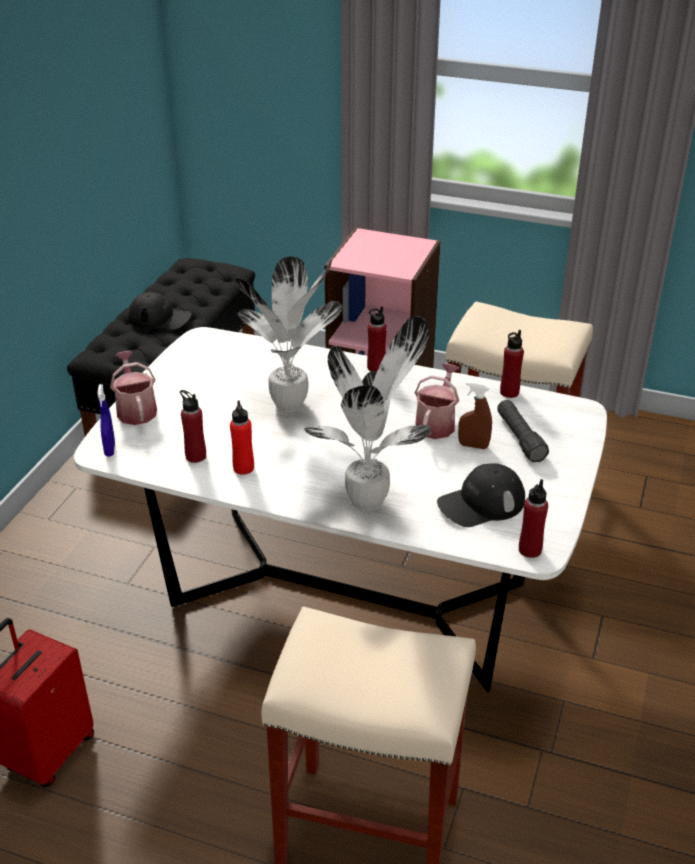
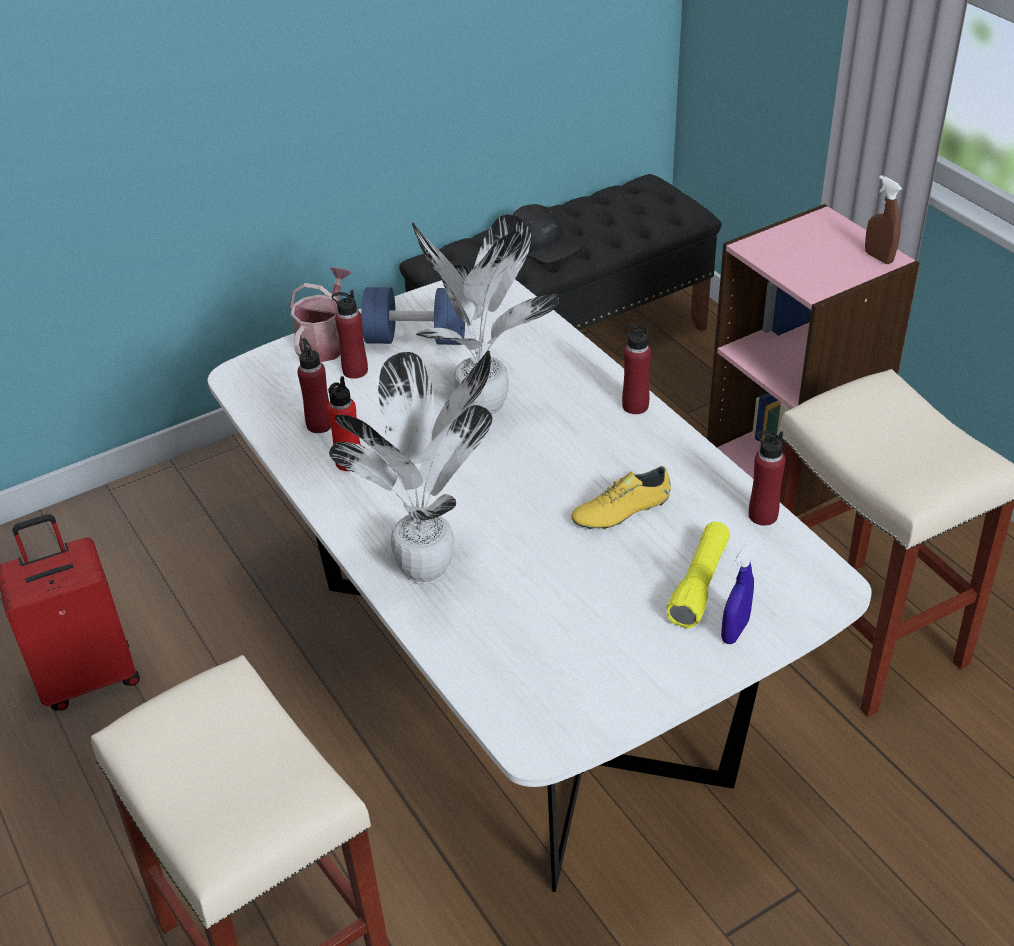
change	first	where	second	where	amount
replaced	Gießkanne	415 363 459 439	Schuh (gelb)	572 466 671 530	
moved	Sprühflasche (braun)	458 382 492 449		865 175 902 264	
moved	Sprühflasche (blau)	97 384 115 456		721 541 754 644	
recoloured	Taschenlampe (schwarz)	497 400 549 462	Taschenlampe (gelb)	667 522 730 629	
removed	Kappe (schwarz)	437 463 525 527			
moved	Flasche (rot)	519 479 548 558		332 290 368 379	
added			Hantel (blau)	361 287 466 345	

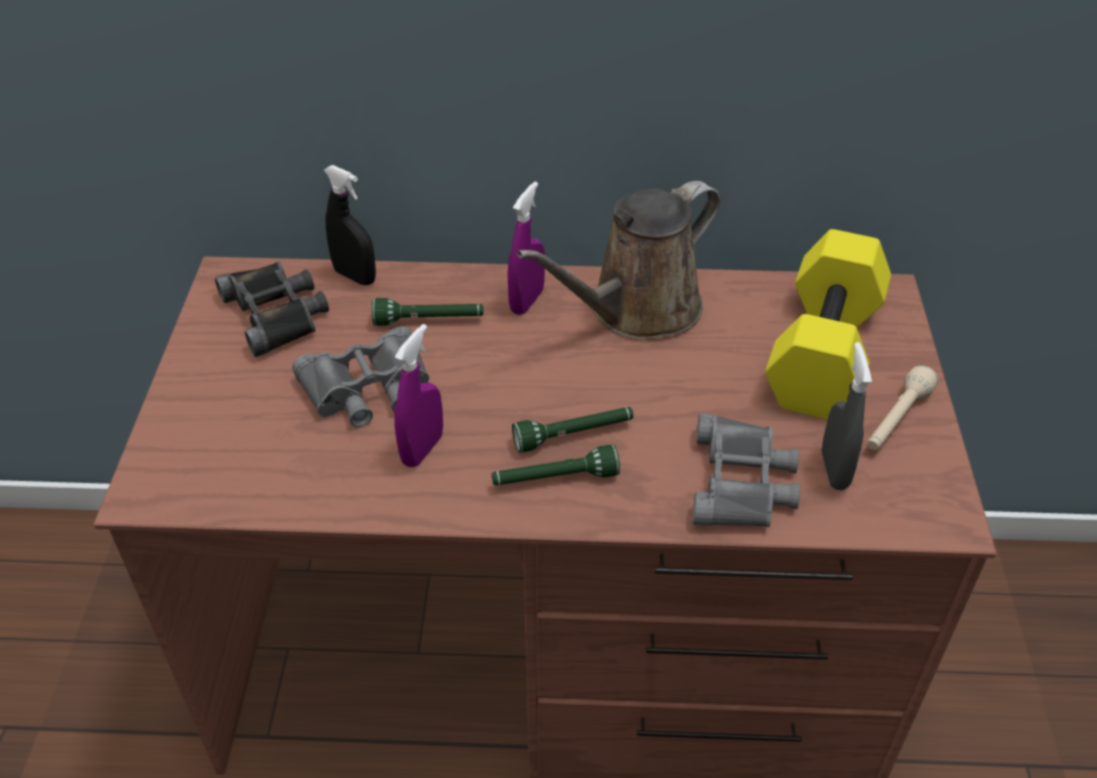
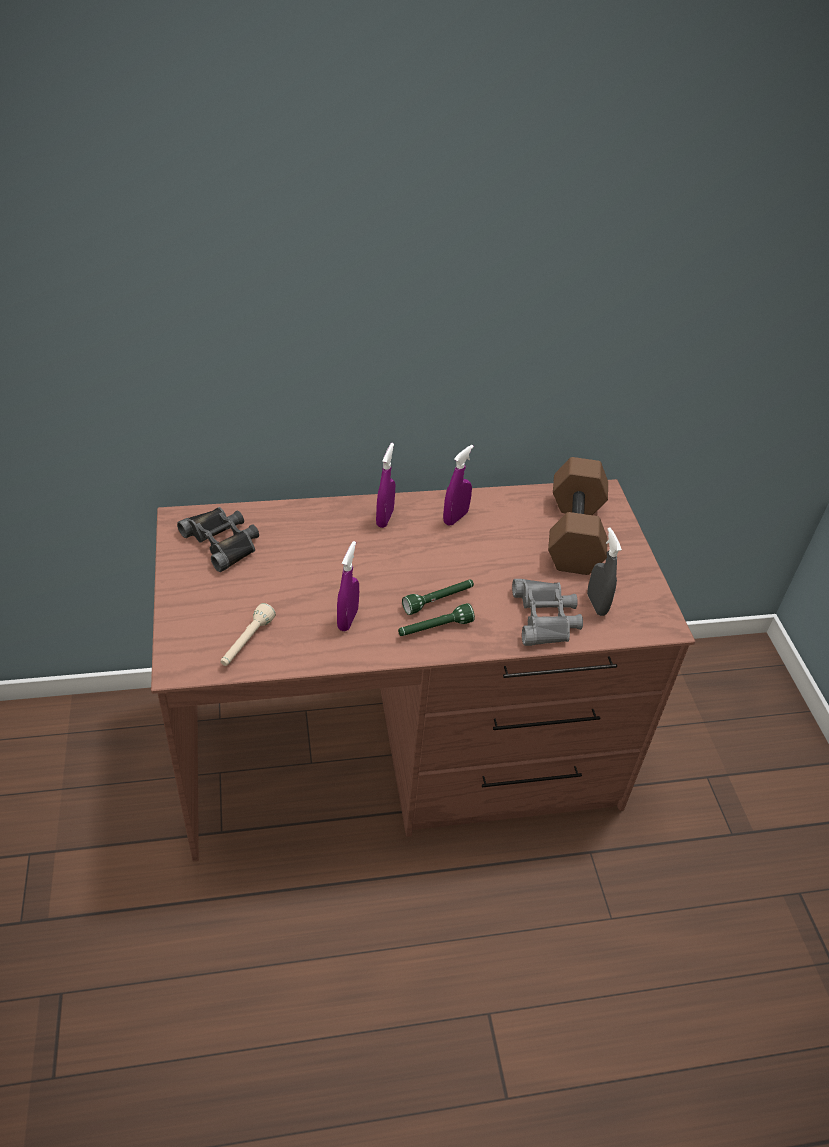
change	first	where	second	where	amount
removed	Sprühflasche (schwarz)	324 165 376 285			
replaced	Gießkanne (braun)	517 181 720 340	Sprühflasche (lila)	443 445 474 526	
recoloured	Hantel (gelb)	765 229 891 420	Hantel (braun)	548 457 608 575	
removed	Taschenlampe (grün)	372 298 483 326			
removed	Fernglas (grau)	292 326 429 427			
moved	Taschenlampe (beige)	867 365 938 450		221 603 276 666	

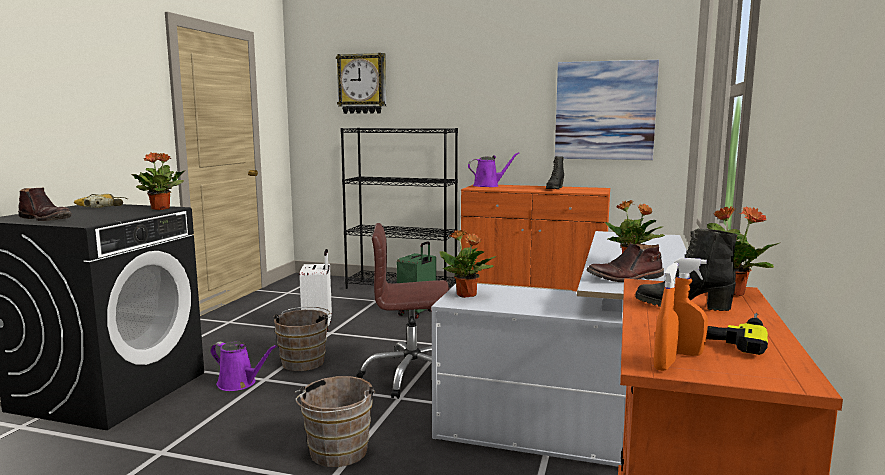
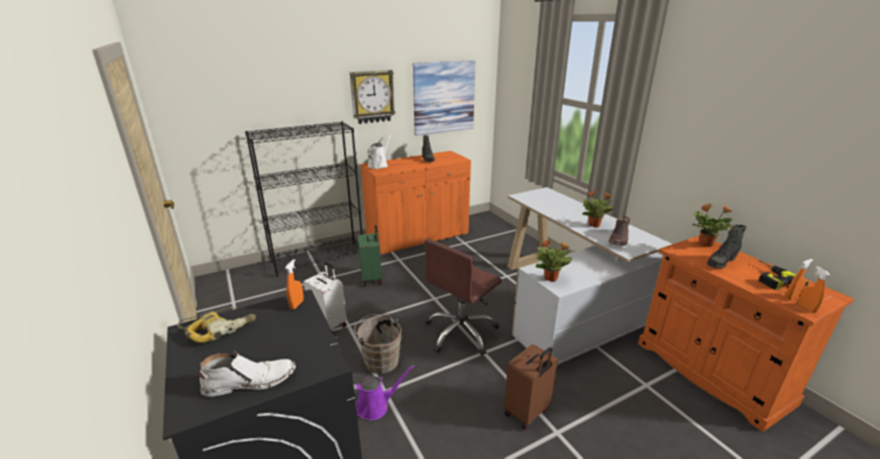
change	first	where	second	where	amount
moved	Wanduhr	336 53 386 114		350 70 396 124	
recoloured	Gießkanne (lila)	468 152 519 187	Gießkanne (weiß)	367 135 391 169	
replaced	Topfpflanze	131 153 184 210	Sprühflasche (orange)	285 259 304 310	
recoloured	Stiefel (braun)	18 188 71 221	Stiefel (weiß)	200 351 296 397	
replaced	Eimer (braun)	294 376 375 467	Koffer (braun)	504 344 558 430	

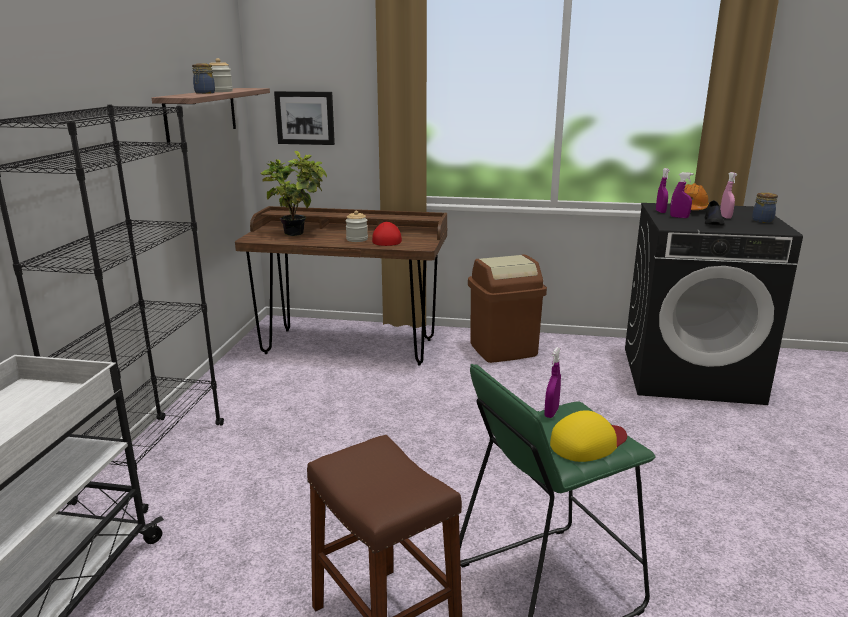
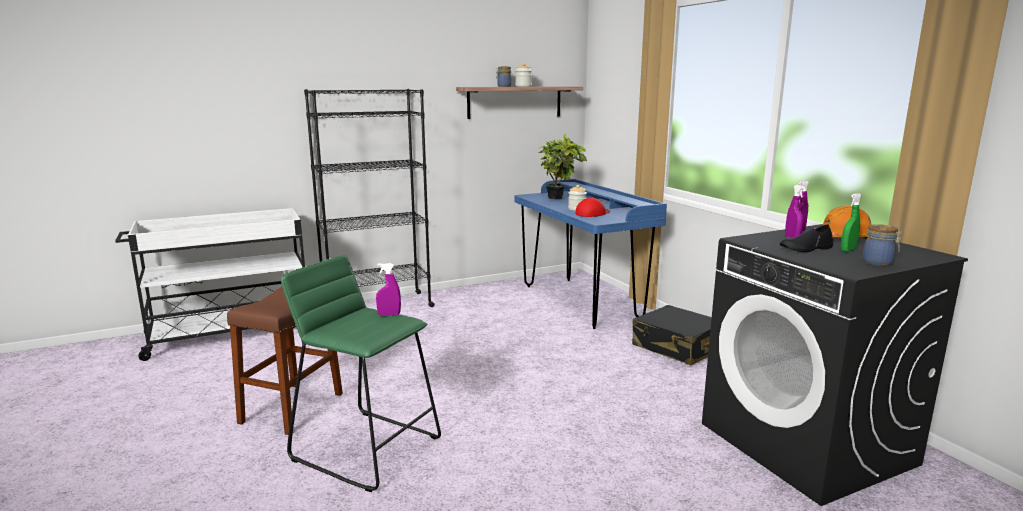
change	first	where	second	where	amount
removed	Bild	274 91 335 145			
recoloured	Sprühflasche (rosa)	720 172 737 219	Sprühflasche (grün)	841 193 862 252	
recoloured	Schreibtisch (braun)	235 206 447 366	Schreibtisch (blau)	515 179 667 329	
replaced	Mülleimer (braun)	468 255 547 363	Koffer (schwarz)	632 305 712 365	
removed	Kappe (gelb)	550 410 627 462			

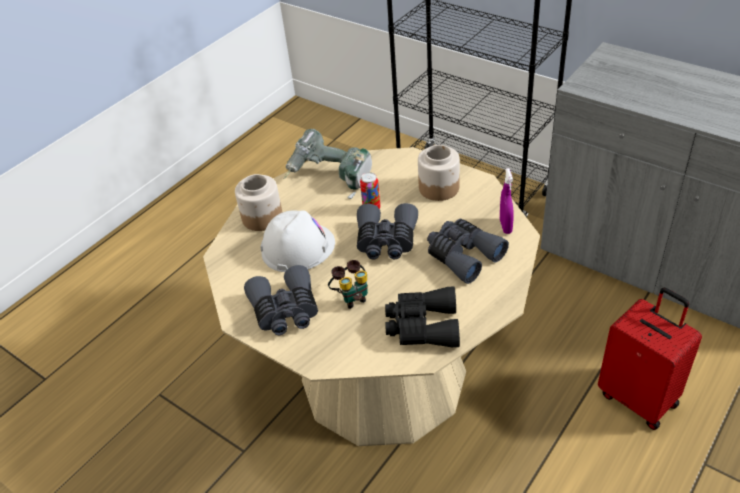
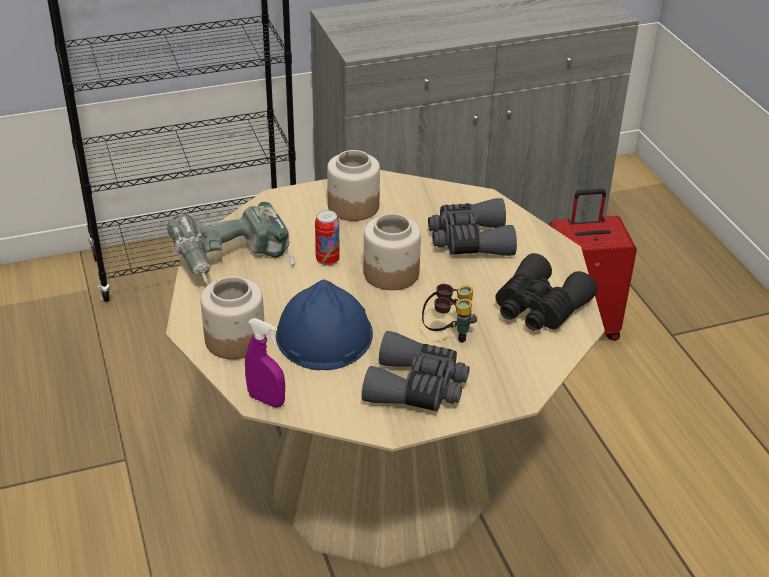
change	first	where	second	where	amount
moved	Sprühflasche (lila)	500 168 514 234		245 318 285 408	
replaced	Fernglas (grau)	357 203 418 259	Vorratsglas	364 214 421 290	
recoloured	Schutzhelm (weiß)	260 210 335 272	Schutzhelm (blau)	276 280 373 370	

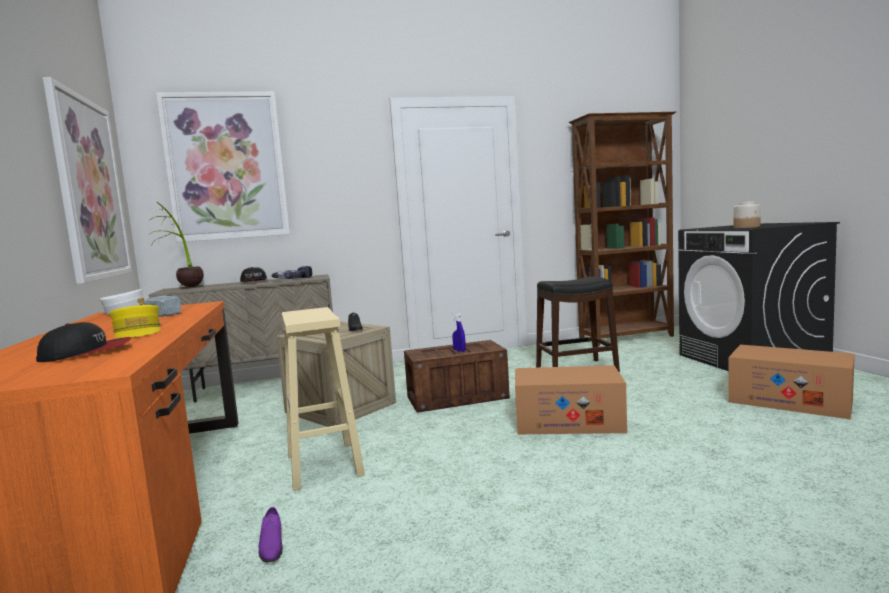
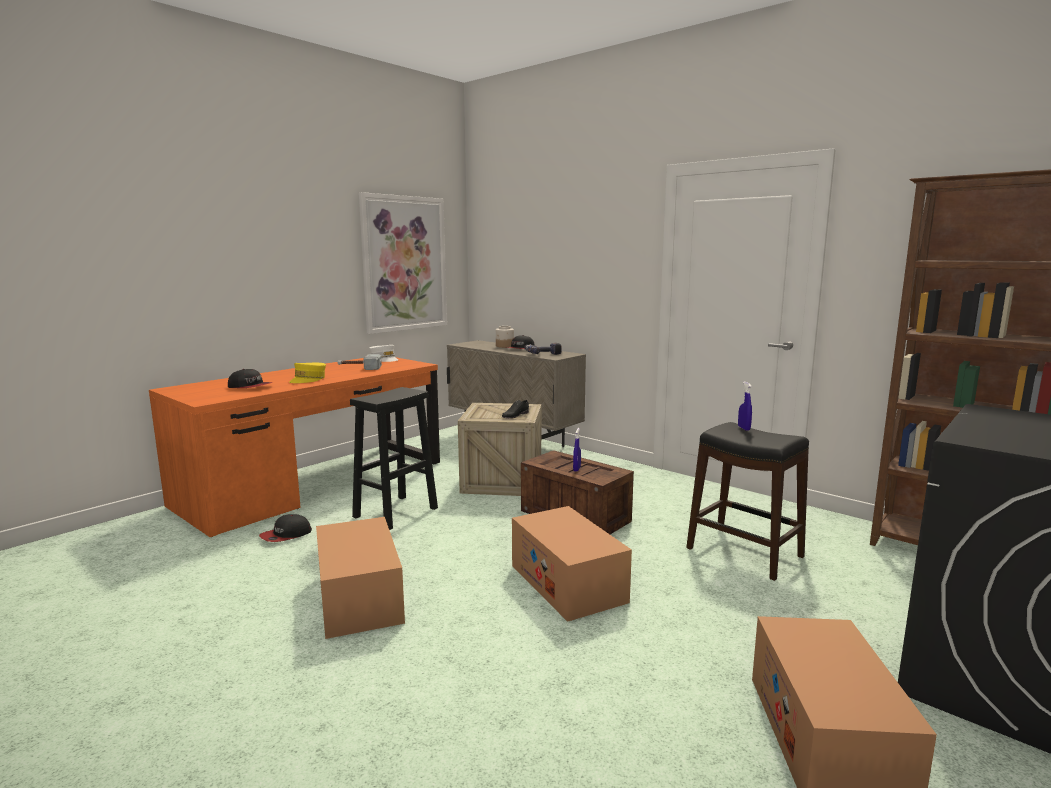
change	first	where	second	where	amount
removed	Bild	156 91 290 242			
moved	Vorratsglas	734 201 761 228		496 326 514 348	
removed	Topfpflanze	148 202 204 289			
recoloured	Hocker (beige)	282 307 365 491	Hocker (schwarz)	350 387 438 530	
replaced	Schuh (lila)	258 507 283 563	Kappe	259 514 312 542	
added			Sprühflasche (blau)	738 381 752 431	
added			Karton	316 517 405 639	

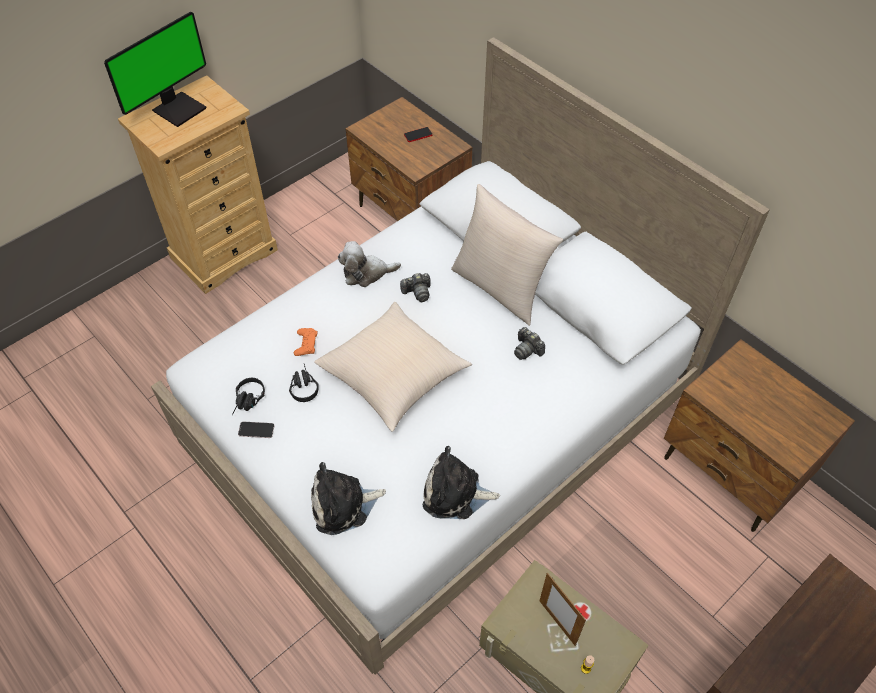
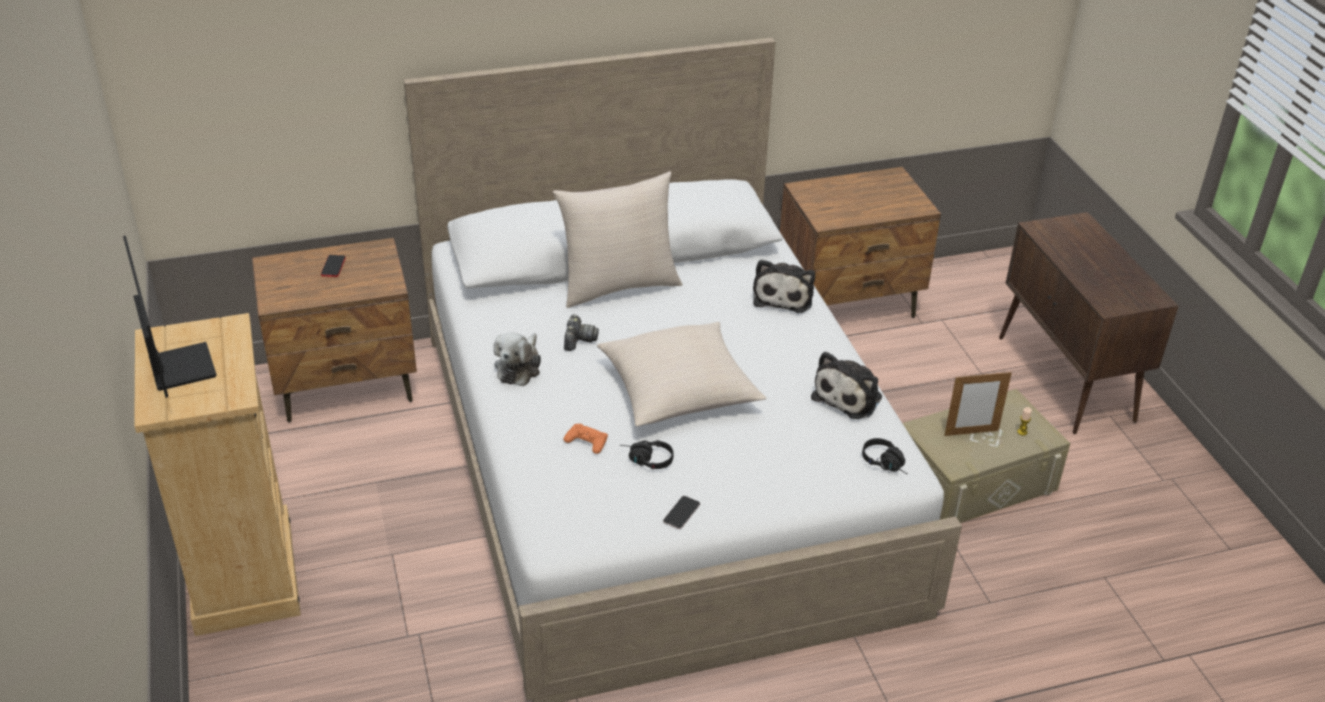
change	first	where	second	where	amount
removed	Kamera	514 327 545 360			
moved	Kopfhörer (schwarz)	232 378 265 415		862 438 908 474	
moved	Plüschtier	311 462 386 535		753 259 815 313	

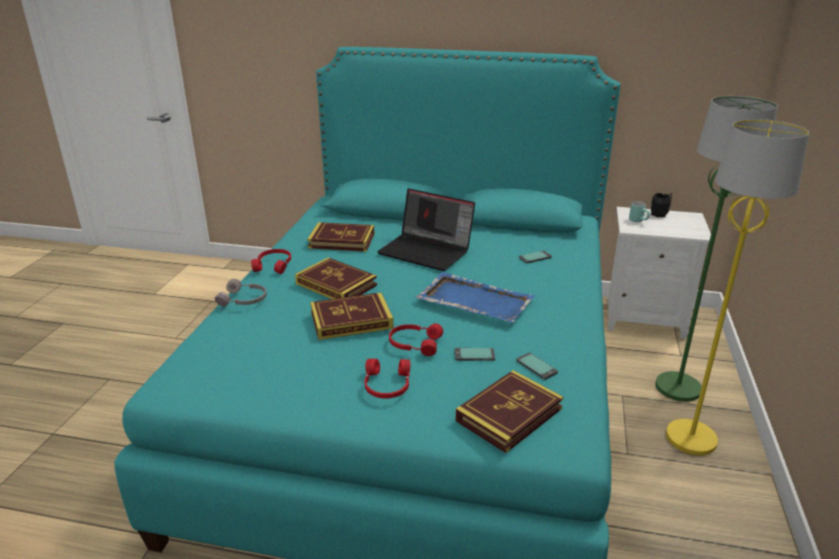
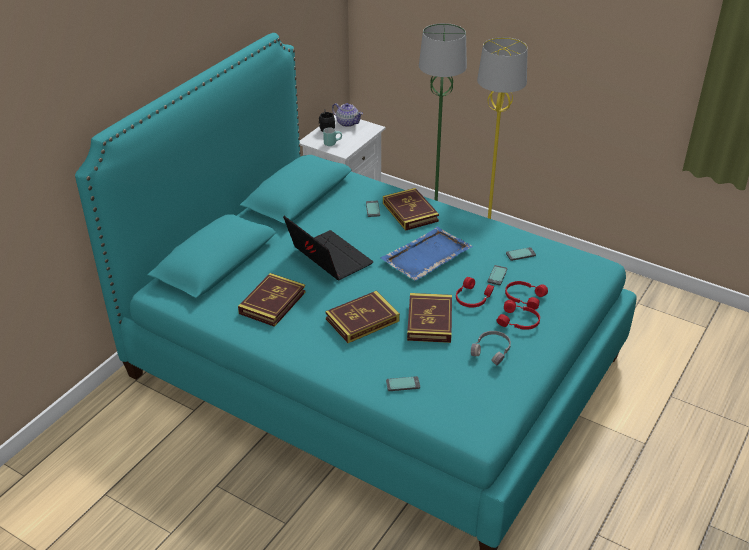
change	first	where	second	where	amount
turned	Laptop	377 188 475 271		283 216 373 280	90 degrees counterclockwise
moved	Kopfhörer (rot)	251 249 291 274		505 281 548 310	
moved	Kopfhörer (grau)	215 279 267 307		471 331 511 365	
moved	Buch	455 370 563 453		383 188 439 231	
added			Teekanne	332 103 363 127	
added			Handy	386 376 420 391	

